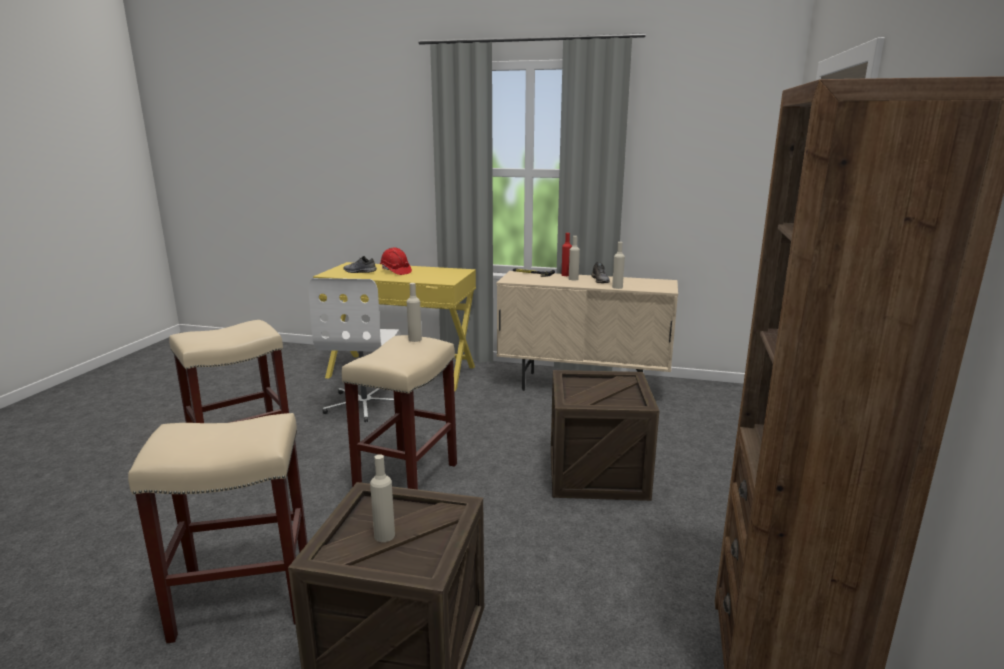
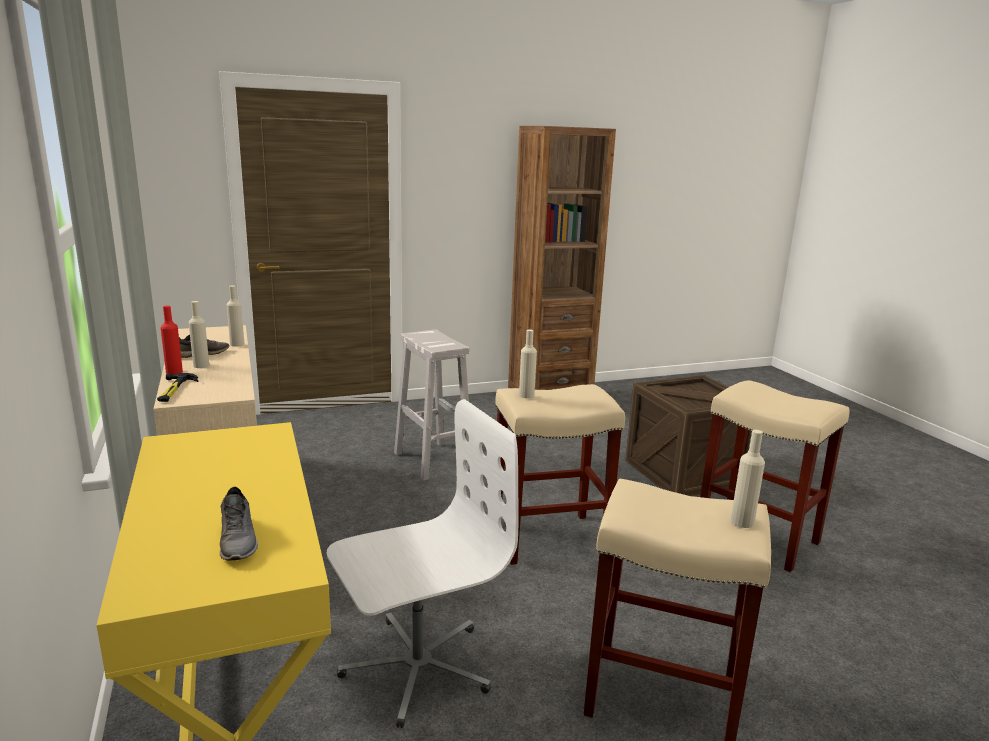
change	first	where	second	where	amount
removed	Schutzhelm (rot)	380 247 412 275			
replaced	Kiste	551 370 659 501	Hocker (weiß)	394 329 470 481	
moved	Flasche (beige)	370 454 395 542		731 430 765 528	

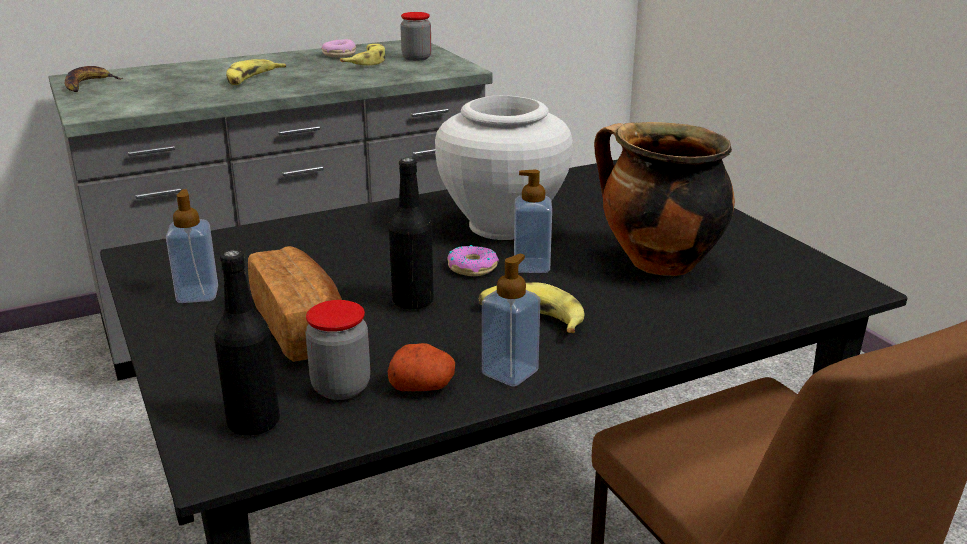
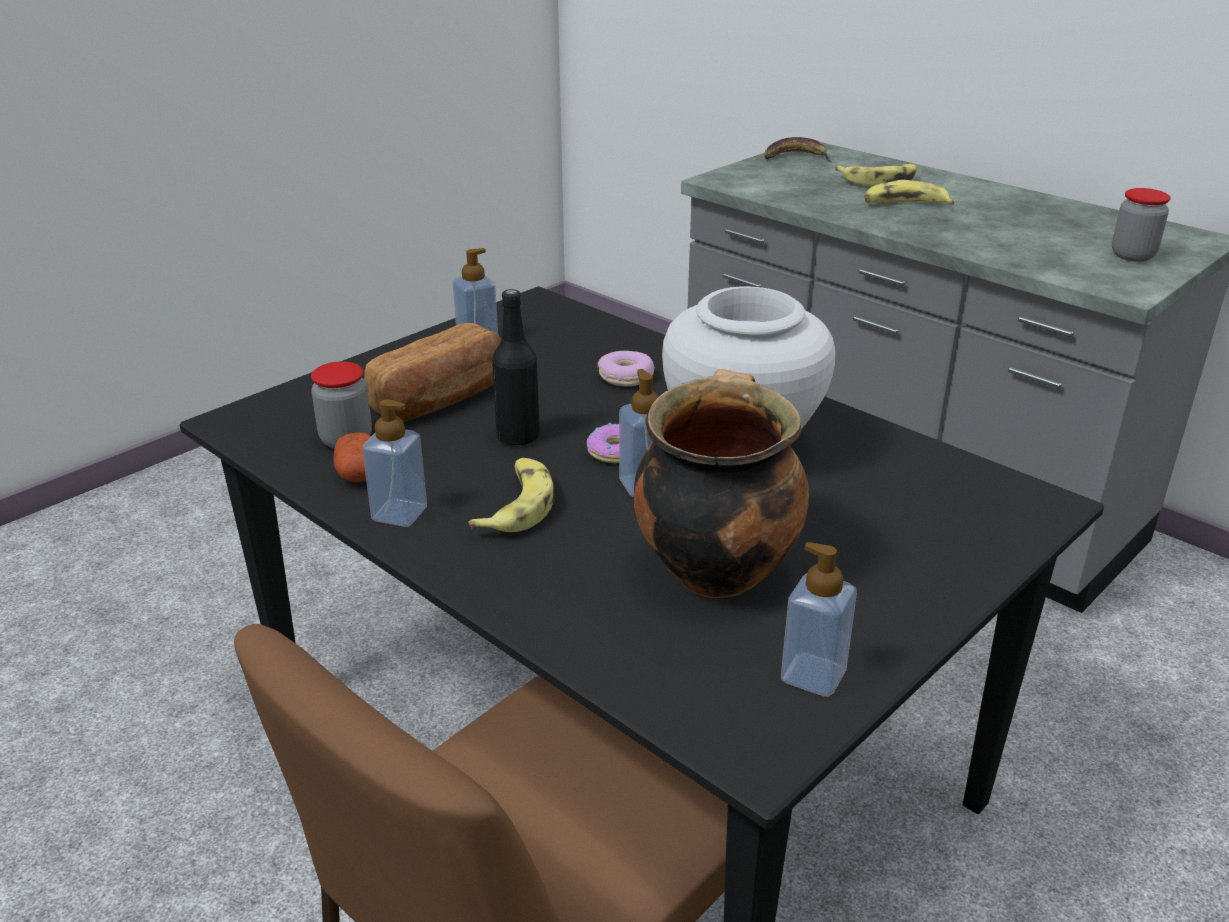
change	first	where	second	where	amount
moved	Donut	321 39 356 57		598 351 655 386	
moved	Banane	340 44 385 66		835 164 917 186	
removed	Flasche (schwarz)	214 250 280 436			
added			Seifenspender	781 542 857 697	

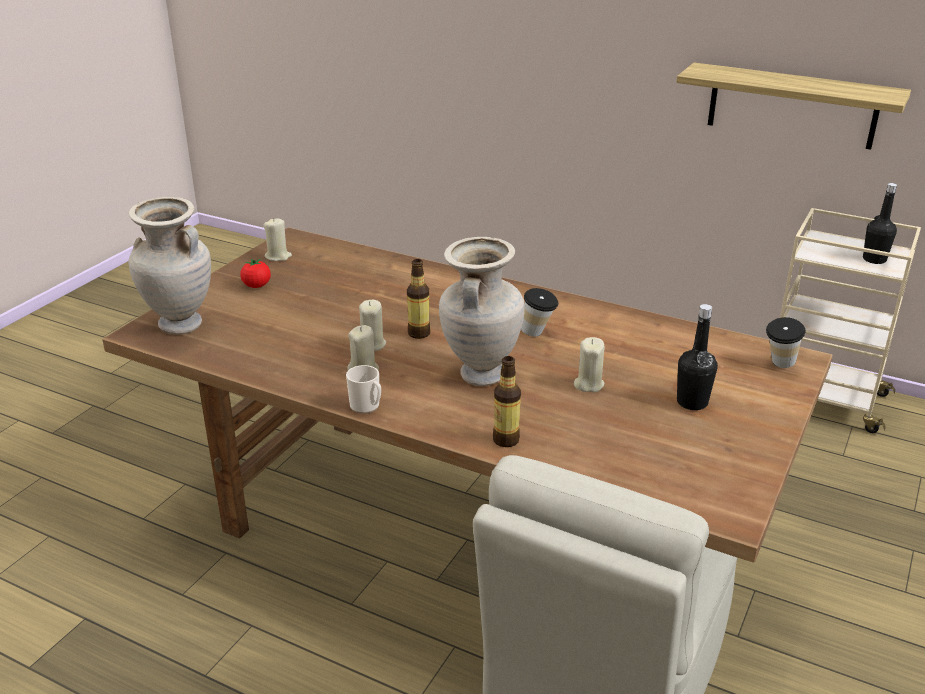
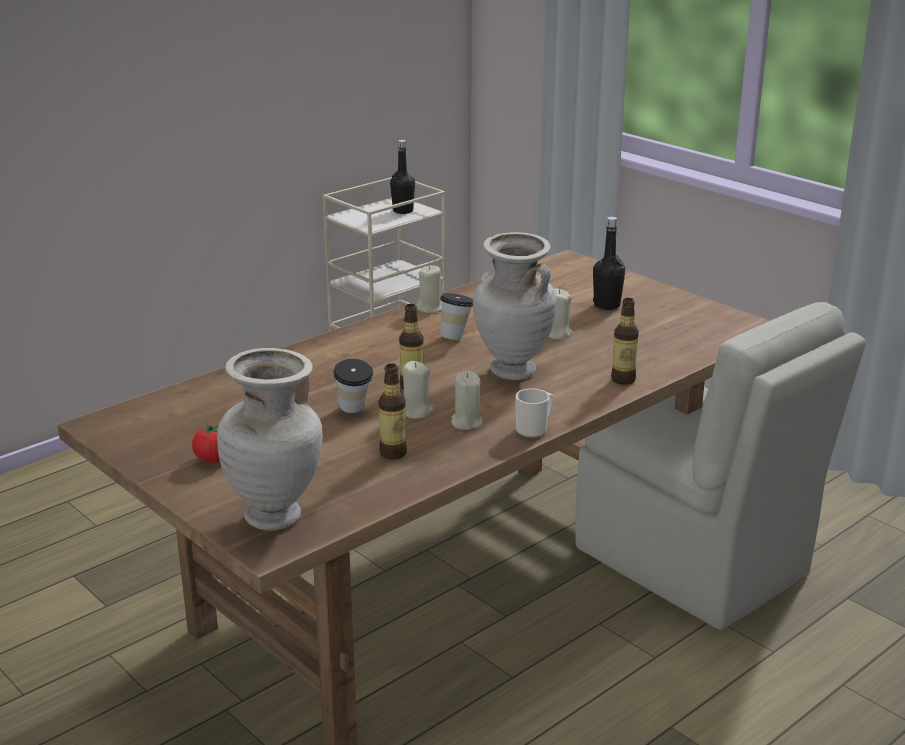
change	first	where	second	where	amount
removed	Wandregal	676 63 911 150			
moved	Kerze (beige)	263 219 292 261		416 265 442 313	
moved	Tasse	766 317 805 368		333 359 373 413	
added			Flasche	378 363 407 460	

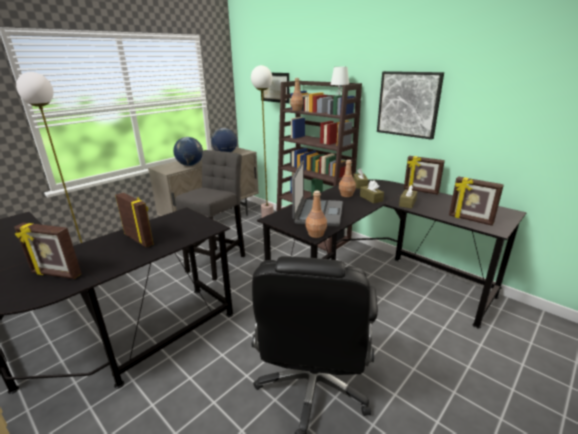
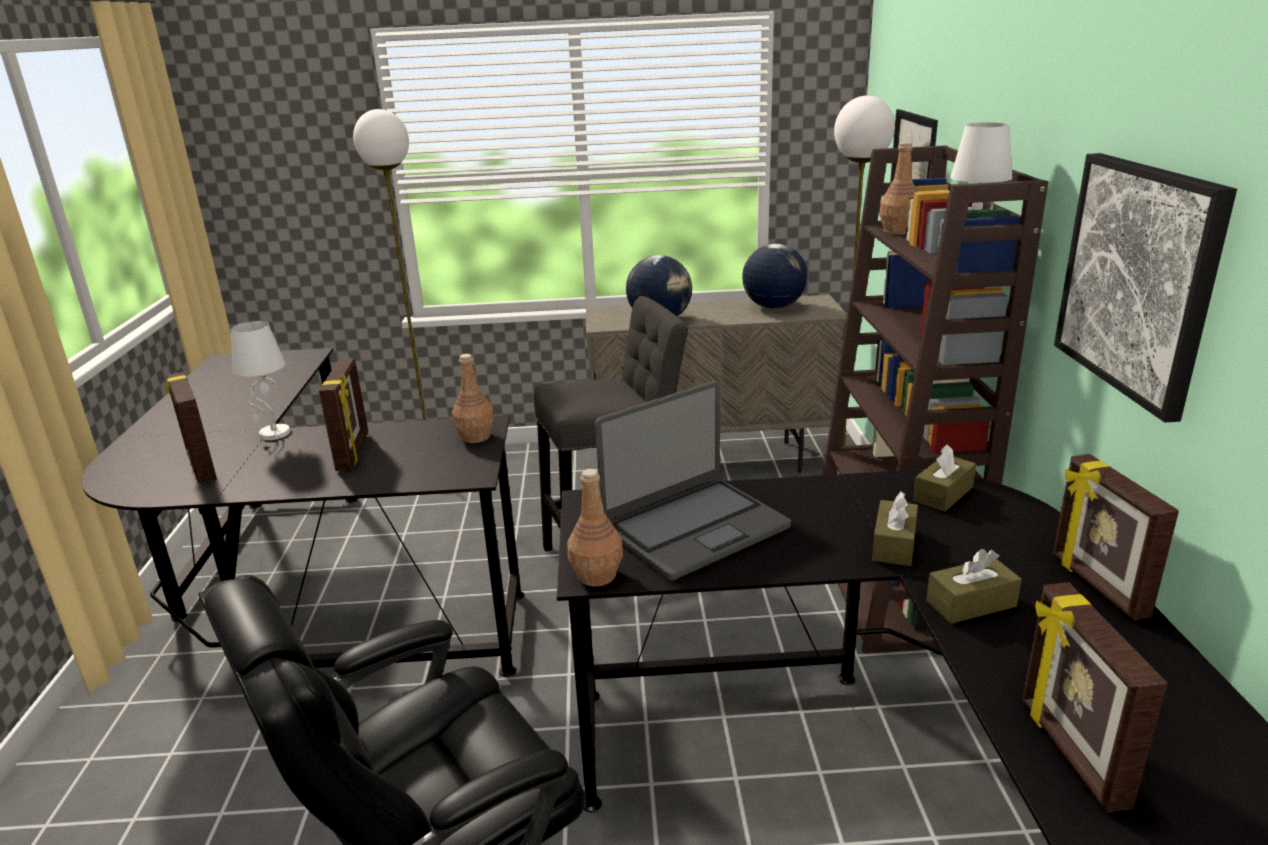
change	first	where	second	where	amount
moved	Flasche (braun)	339 160 356 197		452 354 494 443	
added			Tischlampe (weiß)	231 321 290 440	

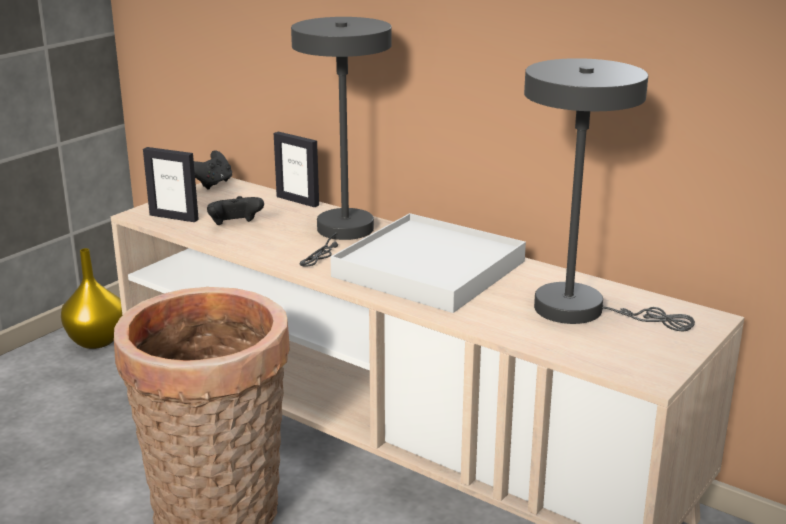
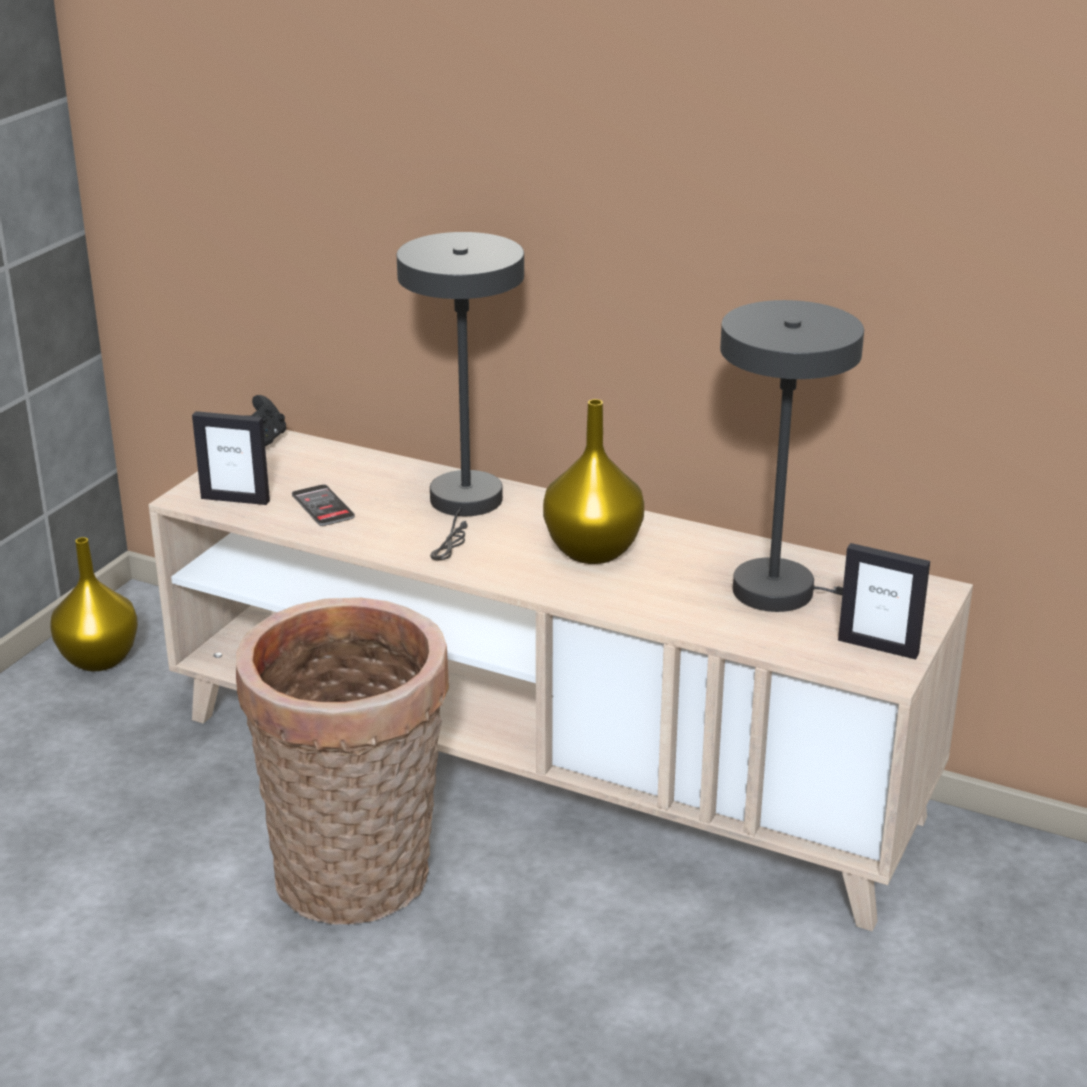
change	first	where	second	where	amount
moved	Bilderrahmen	274 132 319 207		838 543 930 659	
replaced	Gamepad (schwarz)	207 196 264 225	Handy	292 484 355 526	
replaced	Tablett (weiß)	330 213 526 313	Vase (gelb)	543 399 644 564	

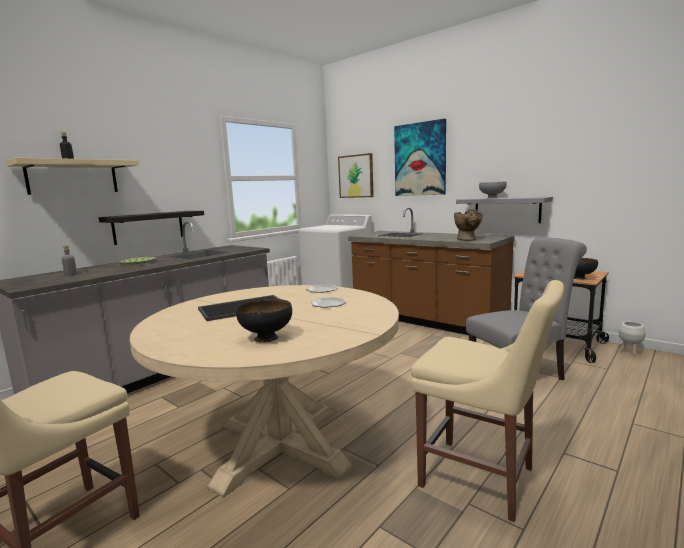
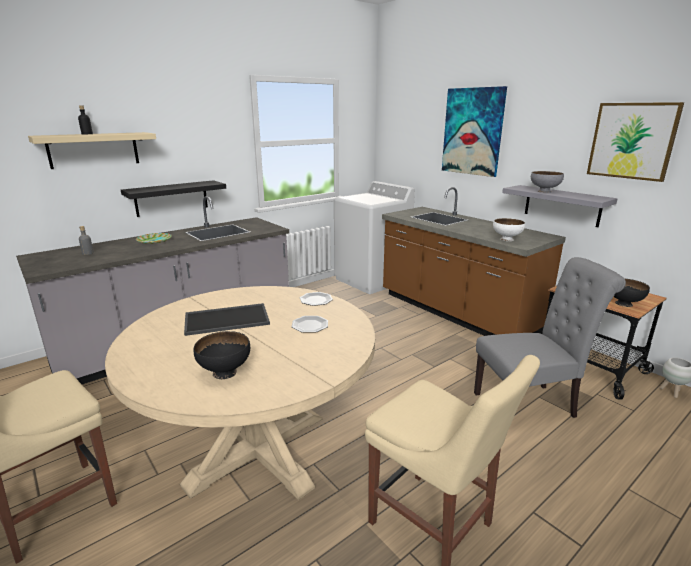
change	first	where	second	where	amount
moved	Bild	338 153 374 198		587 102 684 182	
replaced	Vase (beige)	454 209 483 241	Schüssel (weiß)	493 218 525 241	

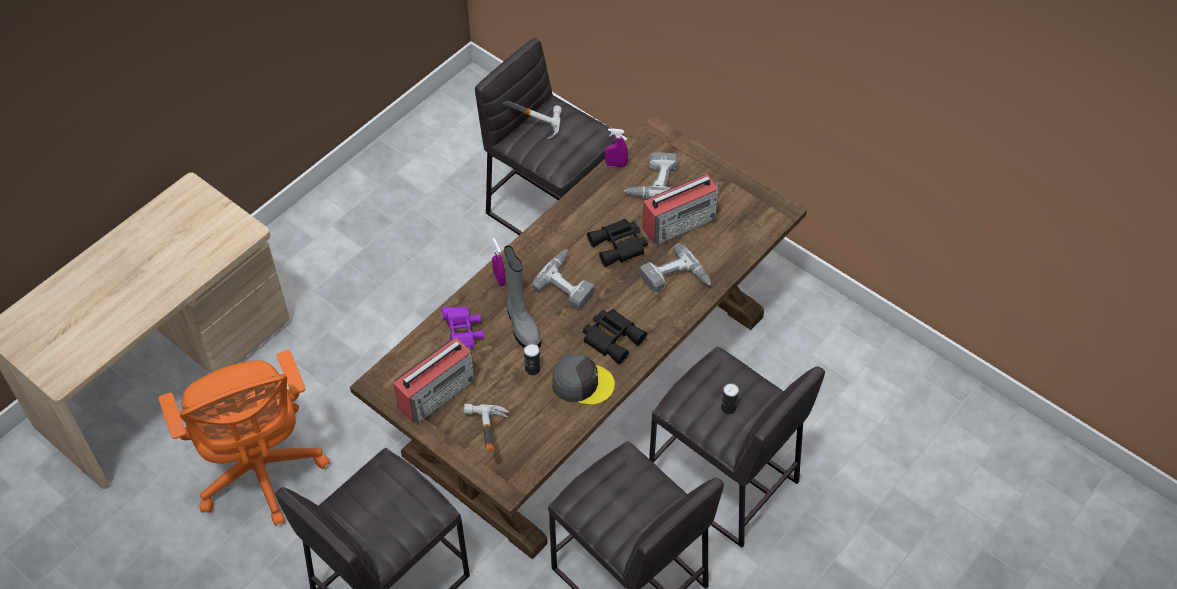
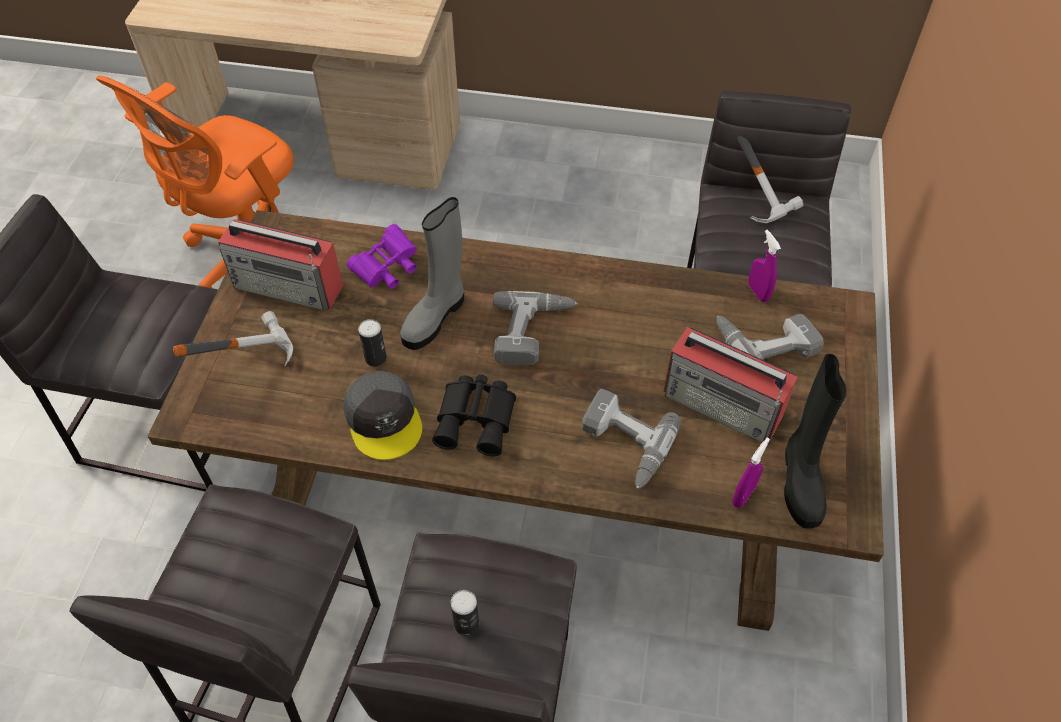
change	first	where	second	where	amount
removed	Fernglas (schwarz)	587 219 648 267			
moved	Sprühflasche (lila)	492 238 506 286		732 438 770 508	
added			Stiefel (schwarz)	784 354 847 529	

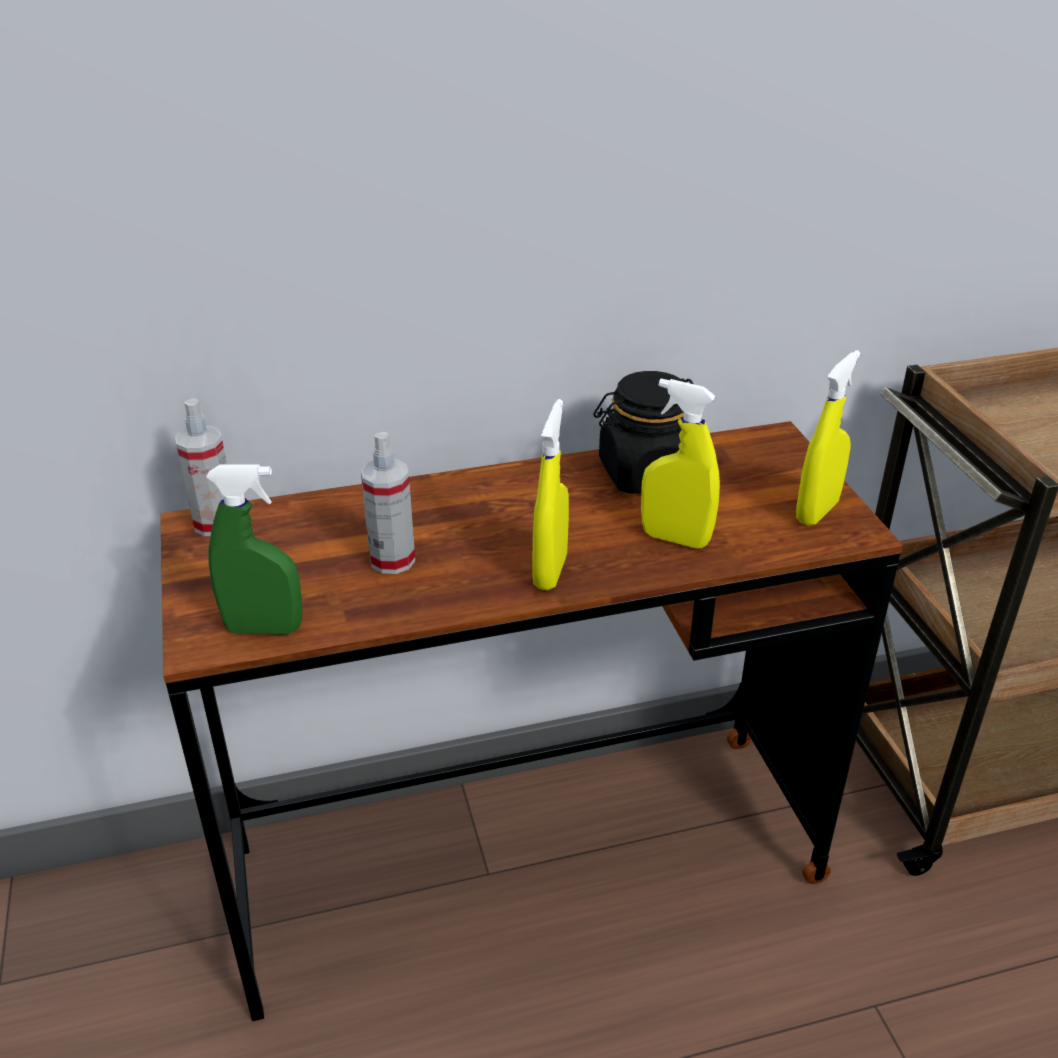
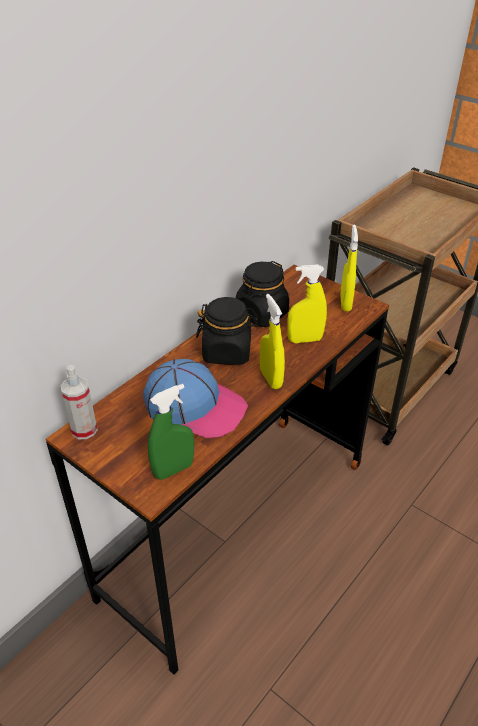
change	first	where	second	where	amount
replaced	Sprühflasche	361 432 415 574	Kappe	143 359 248 438	
added			Vorratsglas (schwarz)	196 297 259 365	

